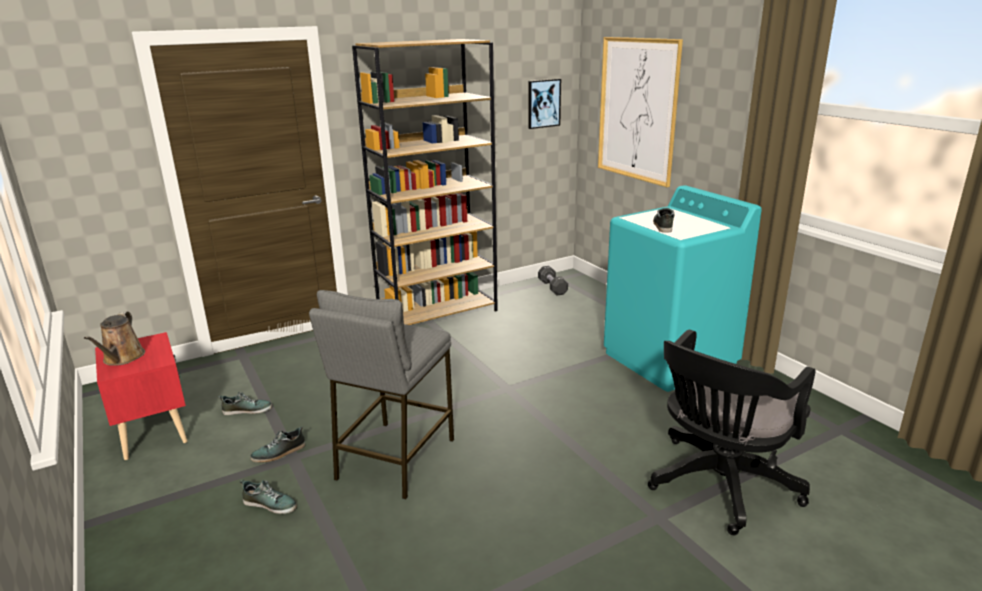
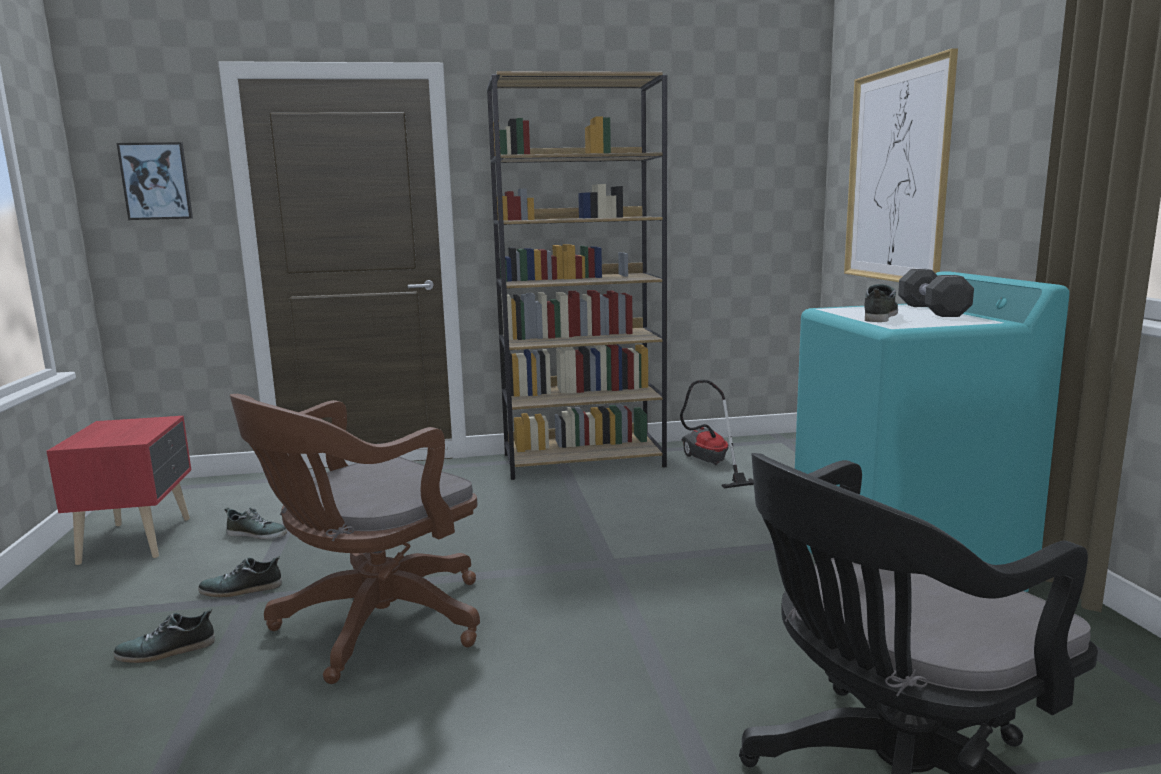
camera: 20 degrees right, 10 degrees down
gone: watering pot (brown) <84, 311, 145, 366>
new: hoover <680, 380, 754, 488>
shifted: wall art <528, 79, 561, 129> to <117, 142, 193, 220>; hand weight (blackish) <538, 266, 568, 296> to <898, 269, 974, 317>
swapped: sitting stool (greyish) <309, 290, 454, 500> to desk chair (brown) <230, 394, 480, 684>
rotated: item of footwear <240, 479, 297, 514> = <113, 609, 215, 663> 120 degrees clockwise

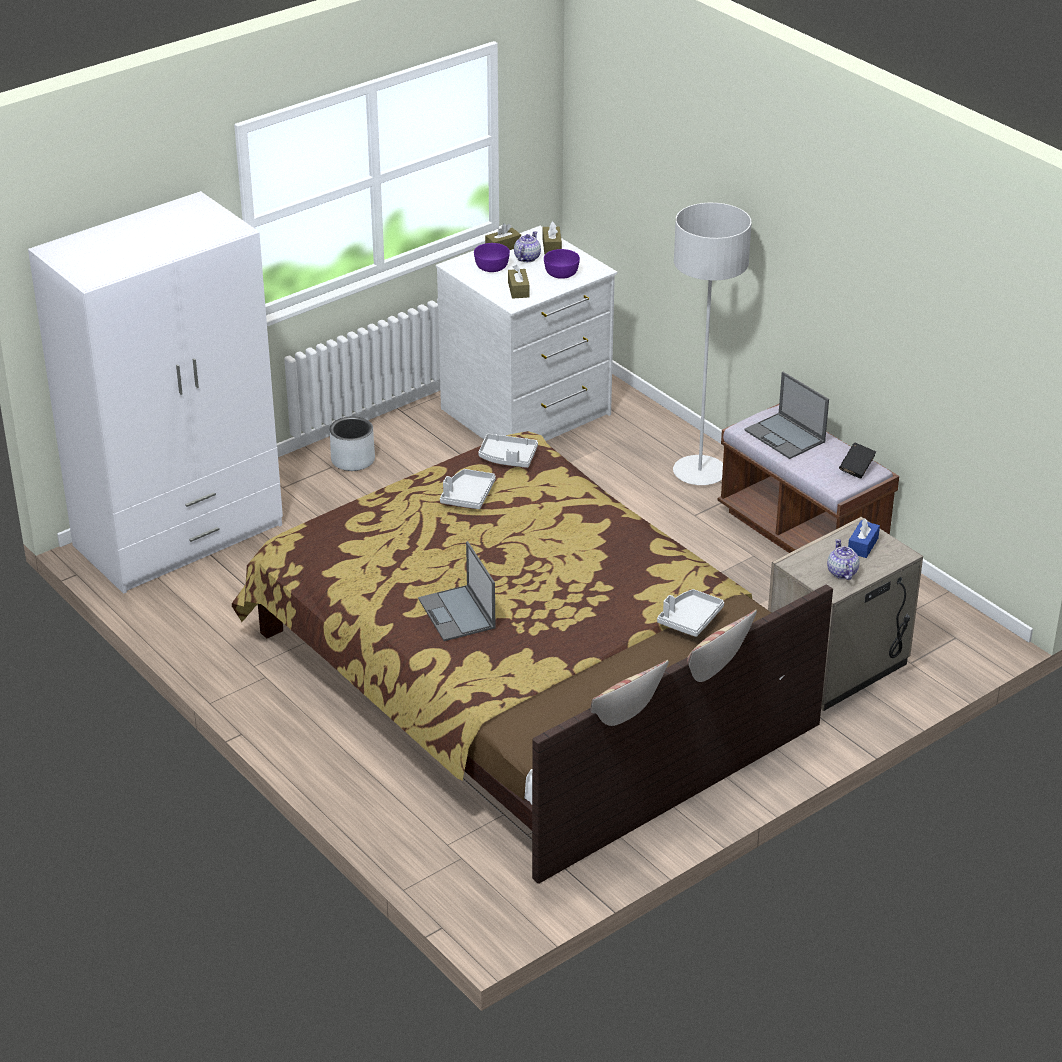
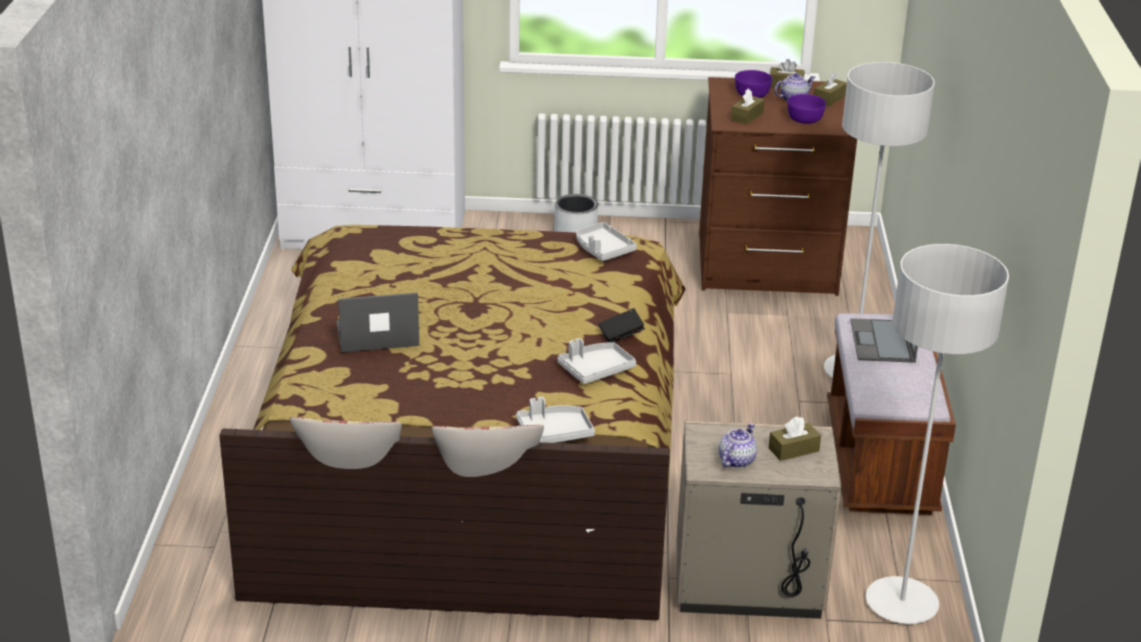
camera: 40 degrees right, 5 degrees down
new: standard lamp (greyish) <866, 244, 1009, 624>
shifted: tray (greyish) <440, 469, 496, 509> to <557, 338, 636, 384>; book (blackish) <839, 443, 876, 478> to <599, 308, 645, 342>
repainted: dresser (white) <436, 226, 617, 441> to dresser (brown) <699, 77, 857, 296>; tissue box (bluish) <848, 518, 880, 558> to tissue box (brown) <769, 416, 821, 461>
rotated: laptop <418, 541, 496, 641> = <336, 292, 419, 353> 60 degrees clockwise

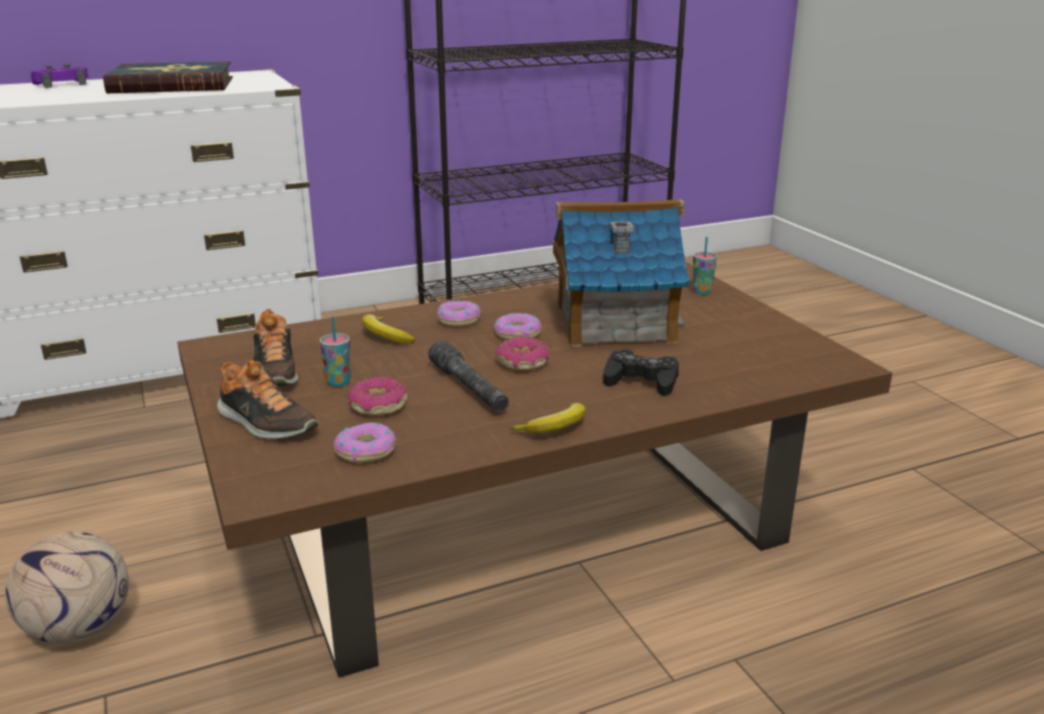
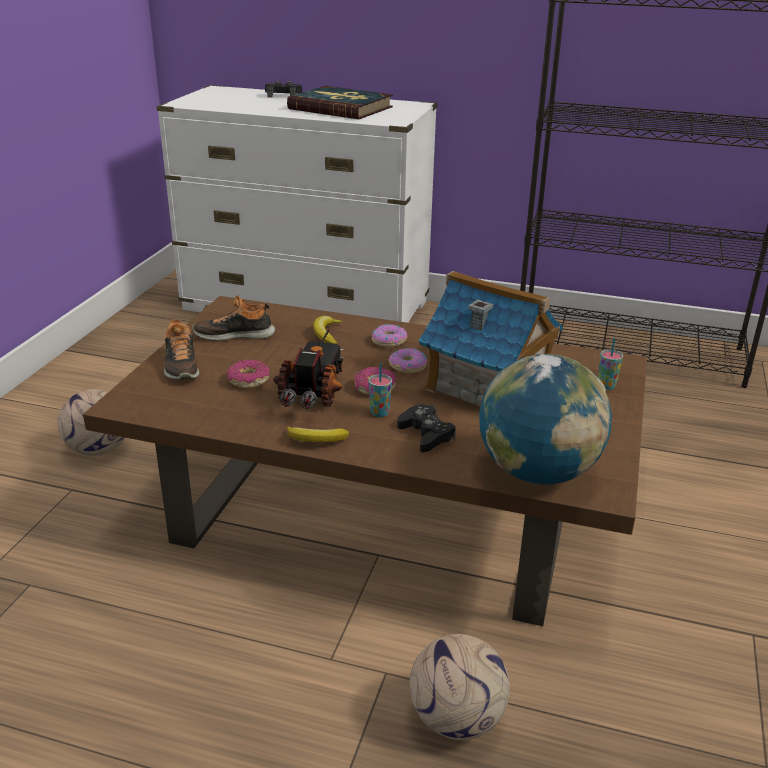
camera: 40 degrees right, 5 degrees up
gone: donut <334, 422, 396, 463>
new: ball for football <410, 634, 510, 740>; globe <479, 354, 612, 485>
shifted: cup <320, 316, 351, 387> to <368, 363, 392, 417>
swapped: torch (greyish) <429, 340, 509, 412> to model truck <273, 330, 344, 409>
repainted: gamepad (purplish) <31, 64, 89, 88> to gamepad (blackish) <265, 81, 302, 97>
rotated: item of footwear <253, 309, 298, 386> = <192, 295, 275, 341> 60 degrees clockwise

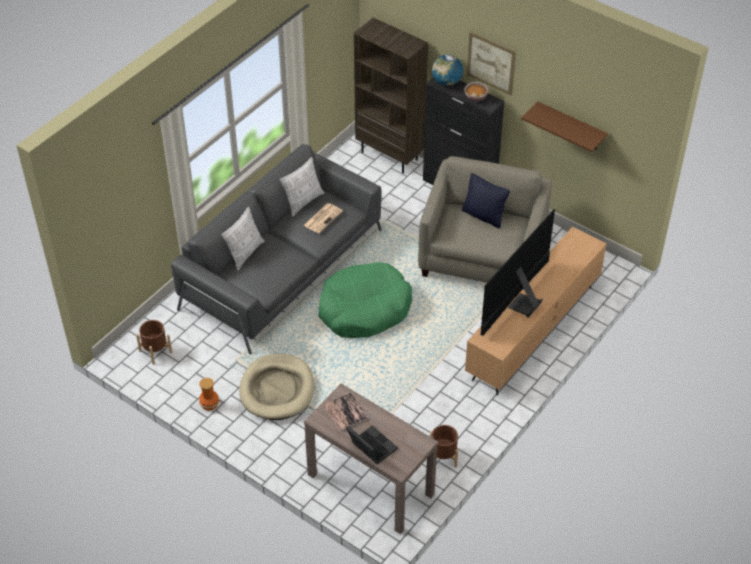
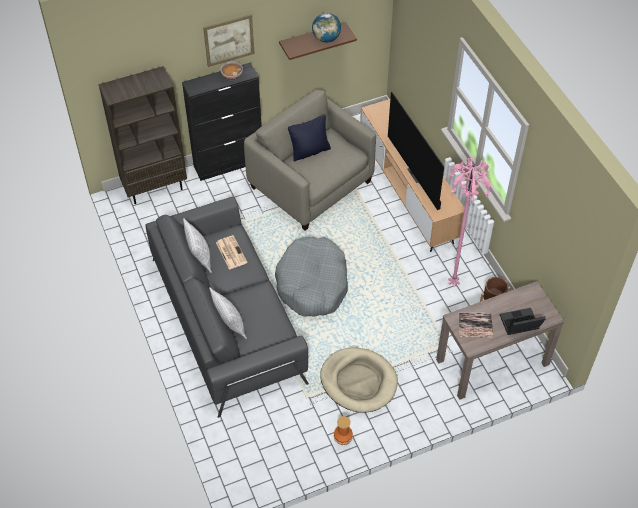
camera: 60 degrees left, 5 degrees up
gone: plant pot (brown) <136, 320, 172, 365>
new: standard lamp (pinkish) <448, 157, 491, 287>
shifted: globe <432, 54, 463, 86> to <312, 13, 341, 42>
repainted: dog bed (green) <319, 262, 412, 338> to dog bed (greyish) <275, 236, 348, 317>

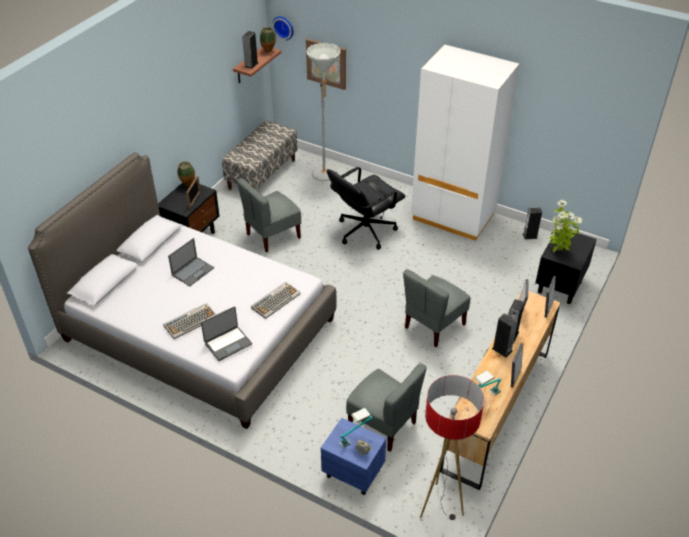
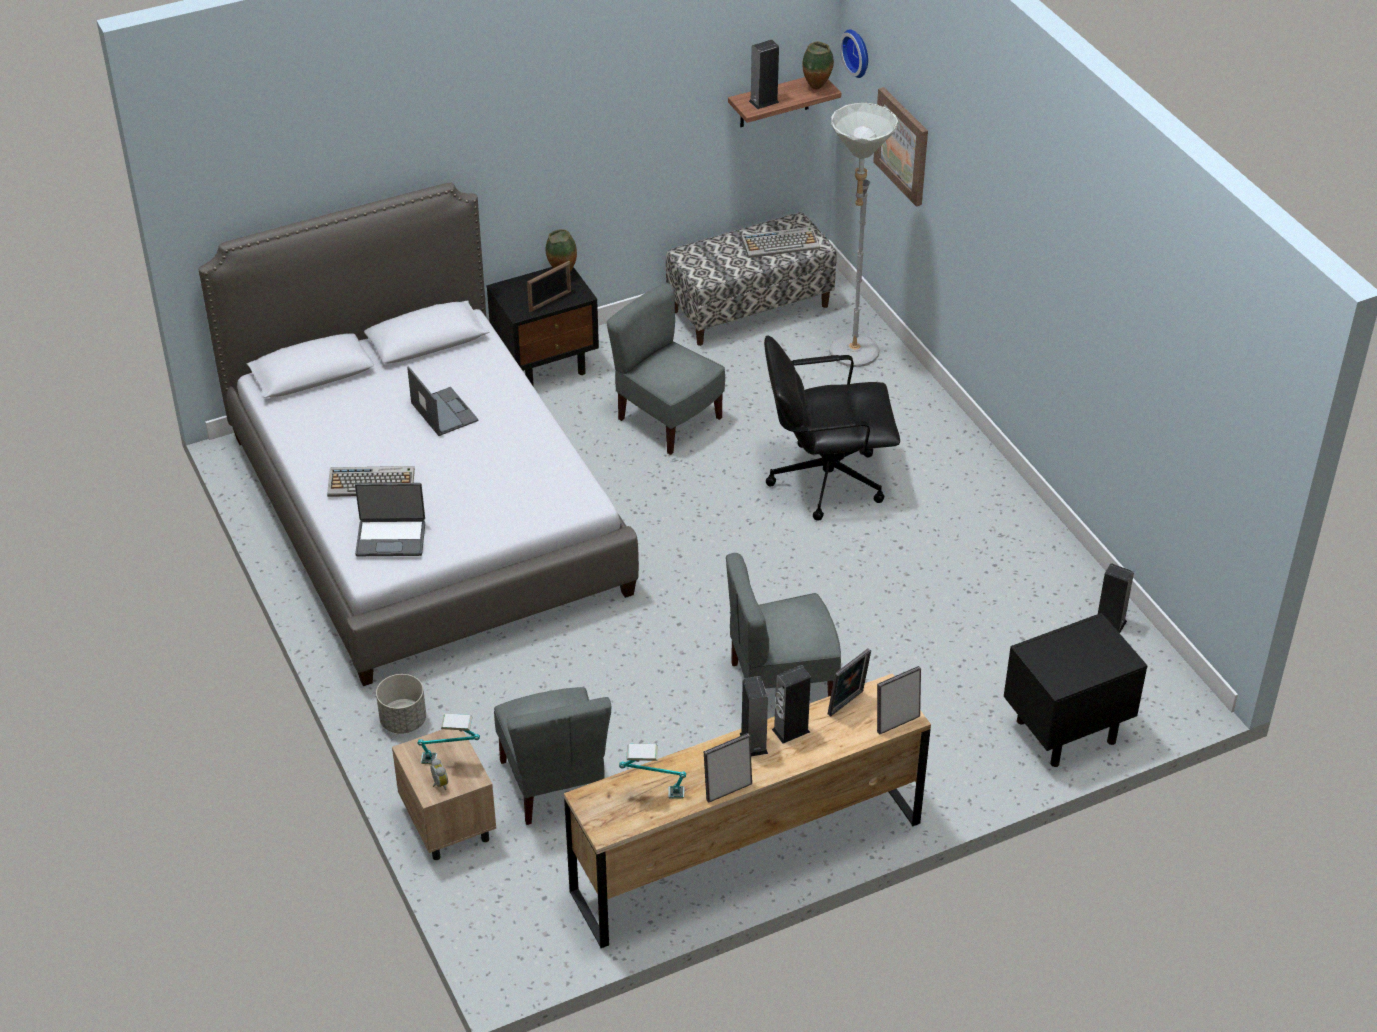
camera: 35 degrees right, 0 degrees up
gone: clothes cupboard (white) <411, 45, 519, 241>; standard lamp <420, 375, 484, 520>; plant in a pot <549, 200, 582, 252>
new: plant pot (greyish) <376, 674, 426, 734>
shifted: keyboard <251, 282, 301, 319> to <741, 226, 820, 258>
repainted: night table (bluish) <321, 418, 387, 495> to night table (beige) <392, 729, 496, 860>
rotated: laptop <168, 238, 214, 286> = <407, 366, 479, 436> 105 degrees counterclockwise; upright chair (greyish) <237, 178, 301, 253> = <607, 283, 725, 455> 45 degrees clockwise

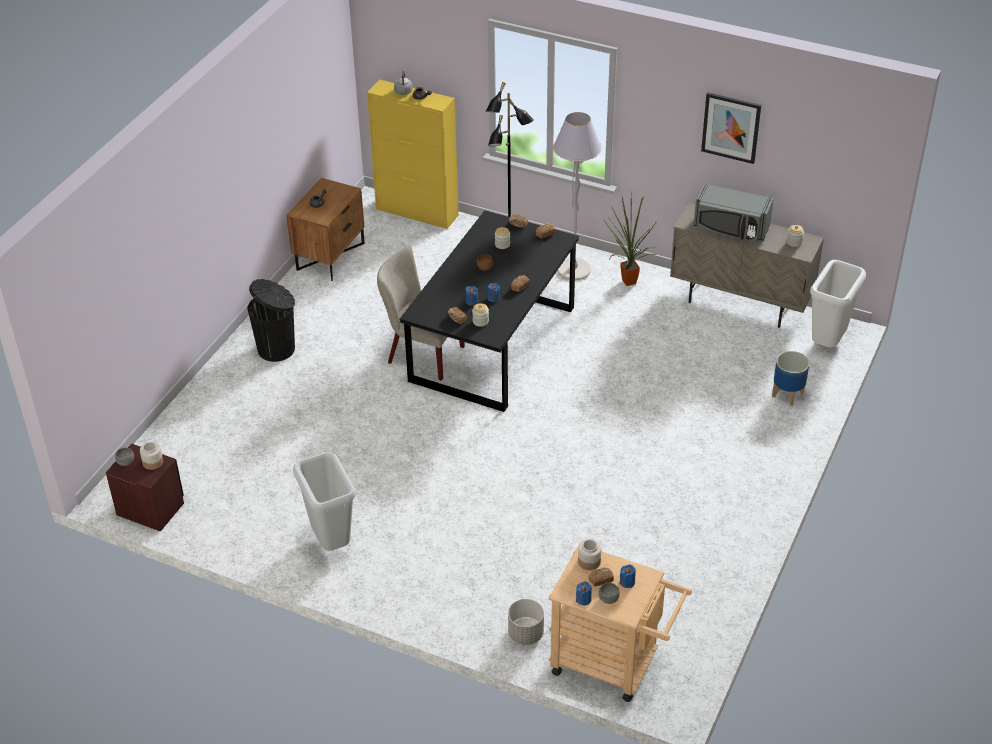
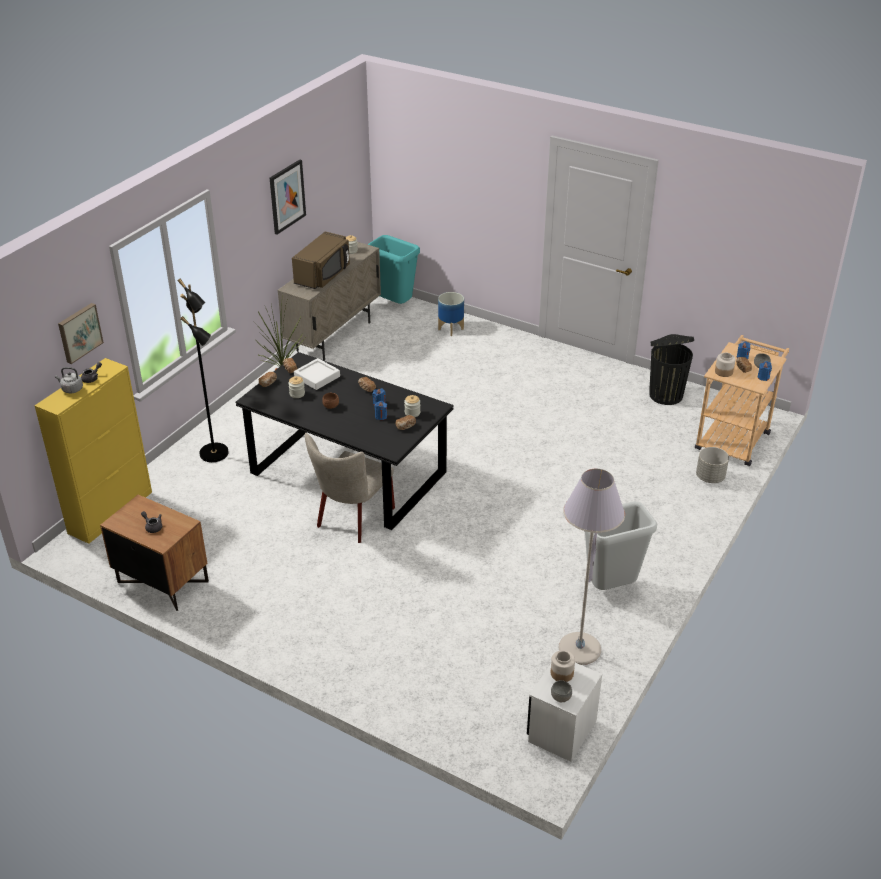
camera: 85 degrees left, 5 degrees down
new: wall art <58, 303, 104, 364>; tray (white) <294, 358, 340, 390>
shifted: rubbish bin (blackish) <248, 279, 295, 362> to <649, 334, 694, 405>; standard lamp (greyish) <553, 112, 602, 280> to <559, 469, 625, 665>
repainted: night table (brown) <106, 444, 184, 532> to night table (white) <527, 663, 602, 762>; microwave oven (greyish) <694, 184, 774, 242> to microwave oven (brown) <292, 232, 350, 289>; rubbish bin (white) <810, 260, 866, 348> to rubbish bin (blue-green) <368, 235, 420, 304>

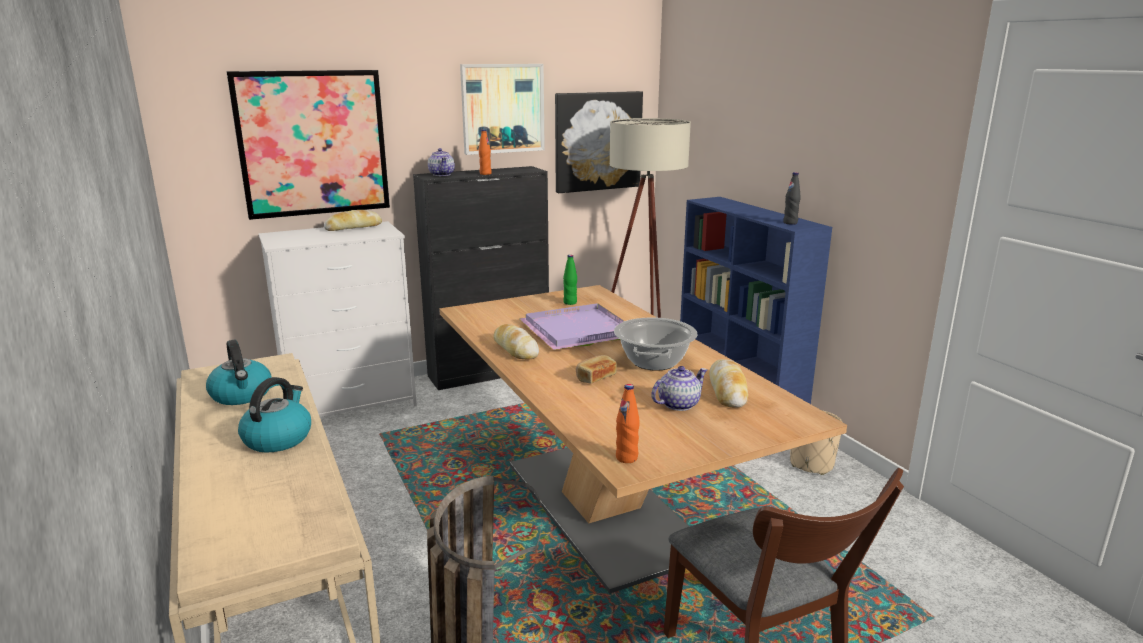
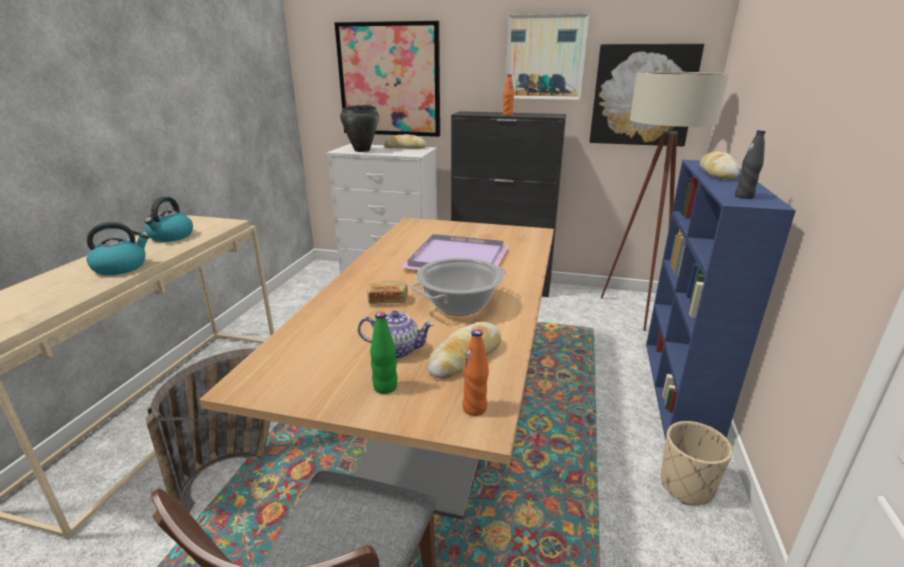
camera: 40 degrees right, 5 degrees up
gone: tea pot <428, 148, 455, 176>
new: stockpot (blackish) <340, 105, 379, 152>
shifted: bread <493, 324, 539, 360> to <700, 151, 739, 179>; drink bottle (green) <563, 255, 577, 305> to <370, 312, 397, 394>; drink bottle (orange) <616, 384, 640, 463> to <462, 329, 489, 416>

